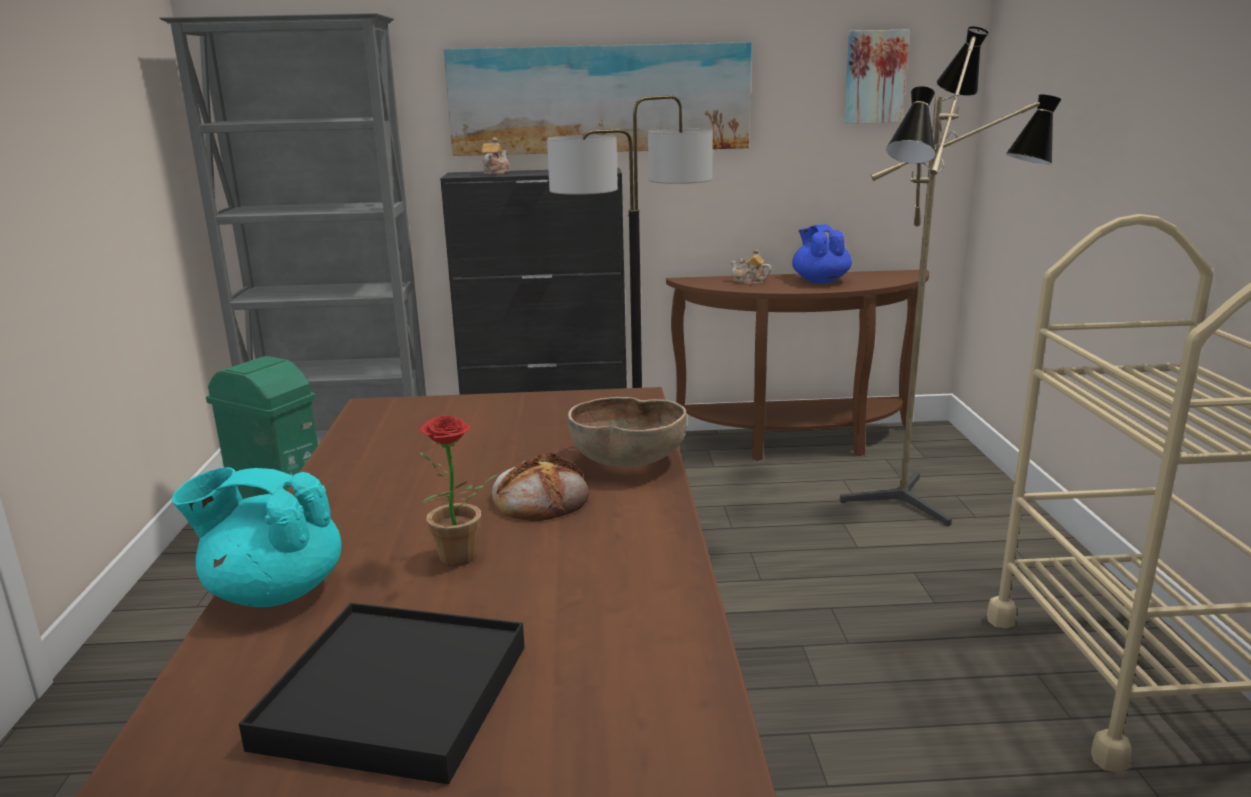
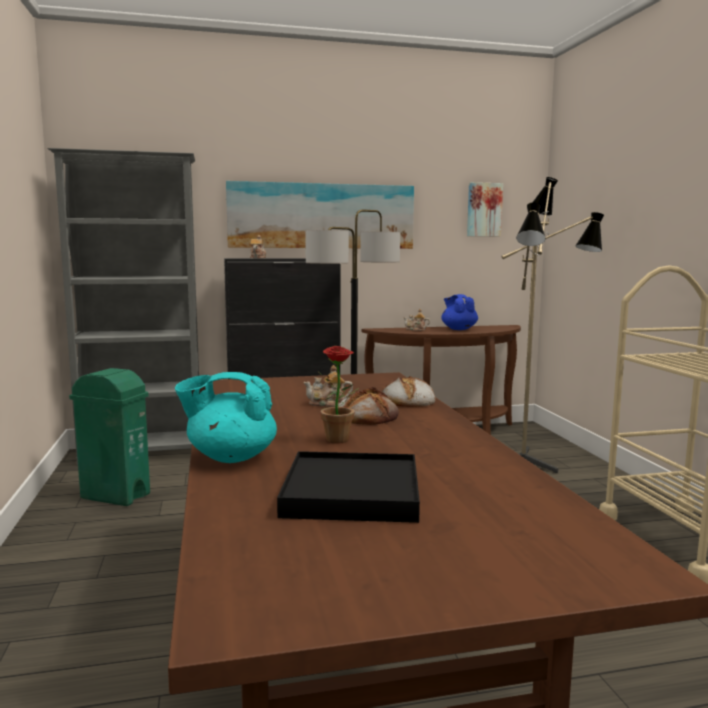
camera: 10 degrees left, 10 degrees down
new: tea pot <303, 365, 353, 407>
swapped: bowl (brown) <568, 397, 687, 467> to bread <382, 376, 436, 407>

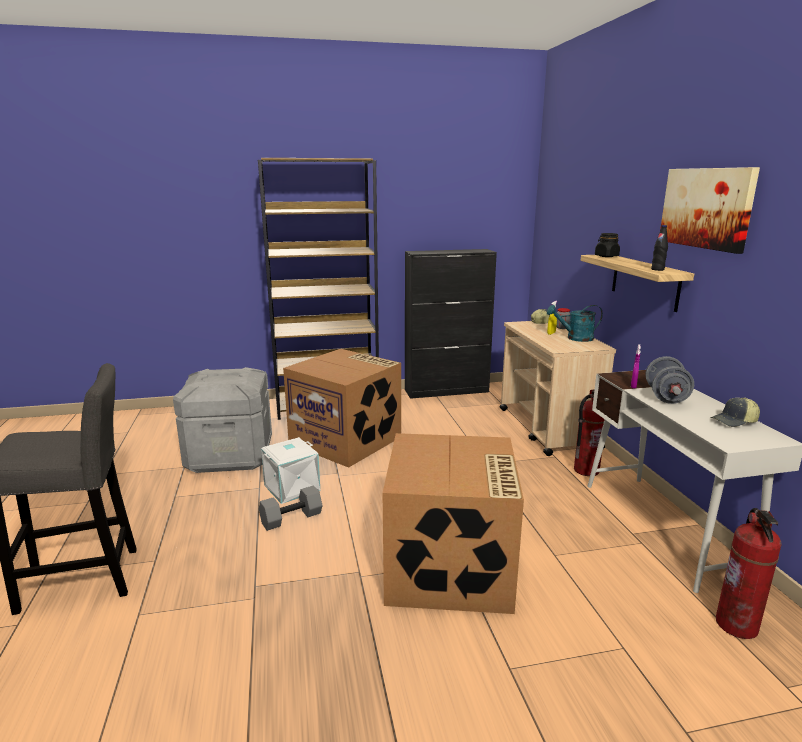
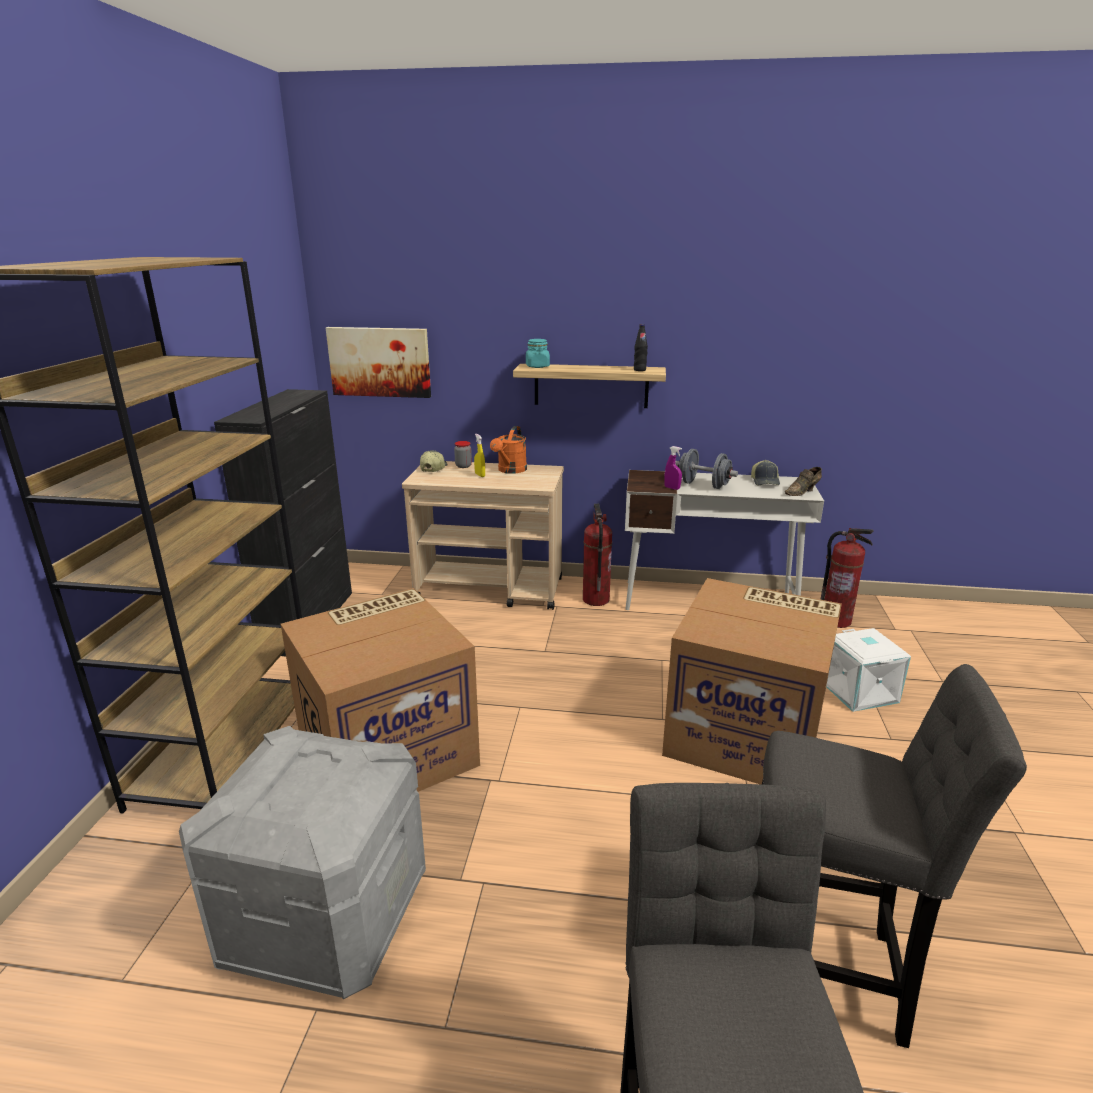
camera: 70 degrees left, 5 degrees up
gone: hand weight (greyish) <259, 486, 323, 531>
new: sitting stool (greyish) <762, 664, 1027, 1048>; item of footwear (brown) <785, 467, 822, 496>
shifted: storage bin (white) <261, 437, 320, 504> to <826, 628, 911, 712>; wall art <660, 167, 760, 254> to <326, 327, 431, 398>
repainted: watering pot (blue-green) <547, 305, 603, 342> to watering pot (orange) <490, 426, 527, 474>; storage jar (blackish) <595, 233, 620, 257> to storage jar (blue-green) <526, 339, 550, 368>

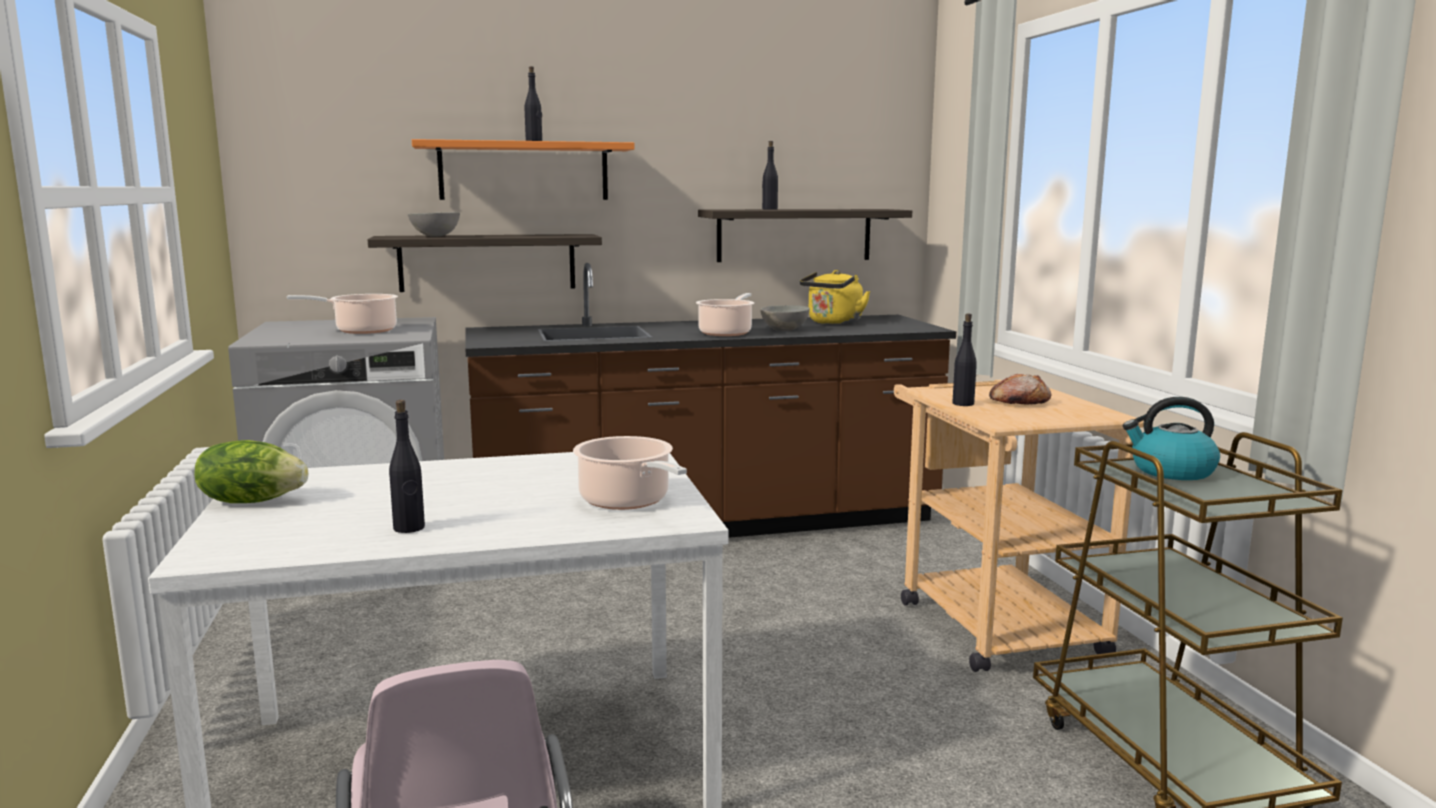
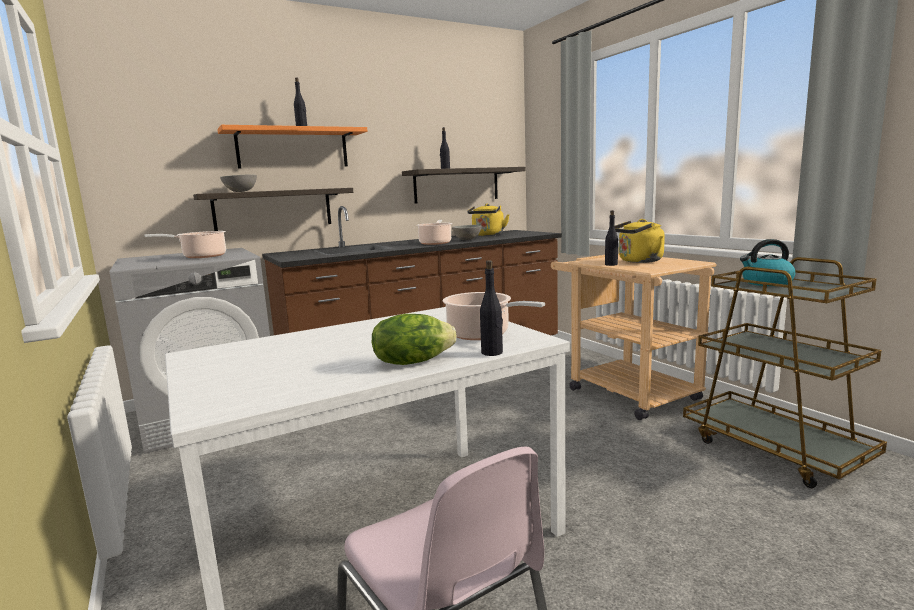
camera: 15 degrees left, 0 degrees up
shifted: lettuce <194, 440, 308, 503> to <372, 314, 456, 365>; drink bottle (blackish) <389, 400, 425, 533> to <480, 260, 503, 356>
swapped: bread <989, 374, 1051, 405> to kettle (yellow-coloured) <615, 219, 665, 263>

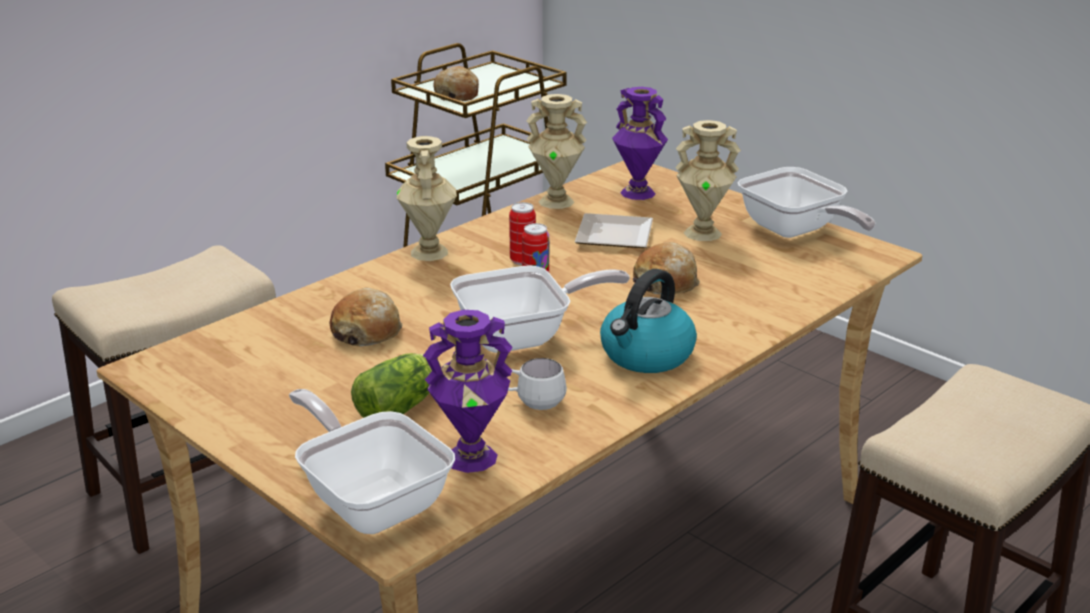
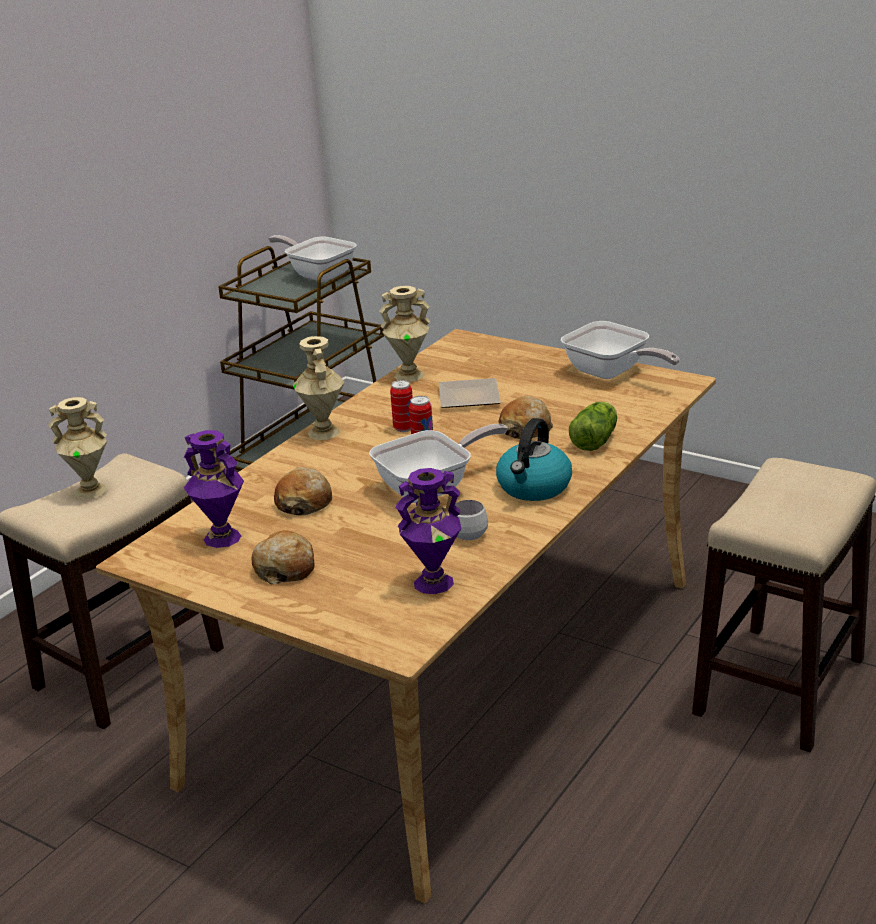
camera: 10 degrees left, 0 degrees up
shifted: skillet <289, 389, 455, 534> to <268, 235, 357, 282>; lettuce <351, 353, 441, 418> to <569, 402, 617, 451>; bread <434, 66, 479, 101> to <252, 530, 315, 584>; flower vase (purplish) <612, 87, 668, 200> to <184, 430, 244, 548>; flower vase (beige) <675, 120, 741, 241> to <48, 397, 108, 500>

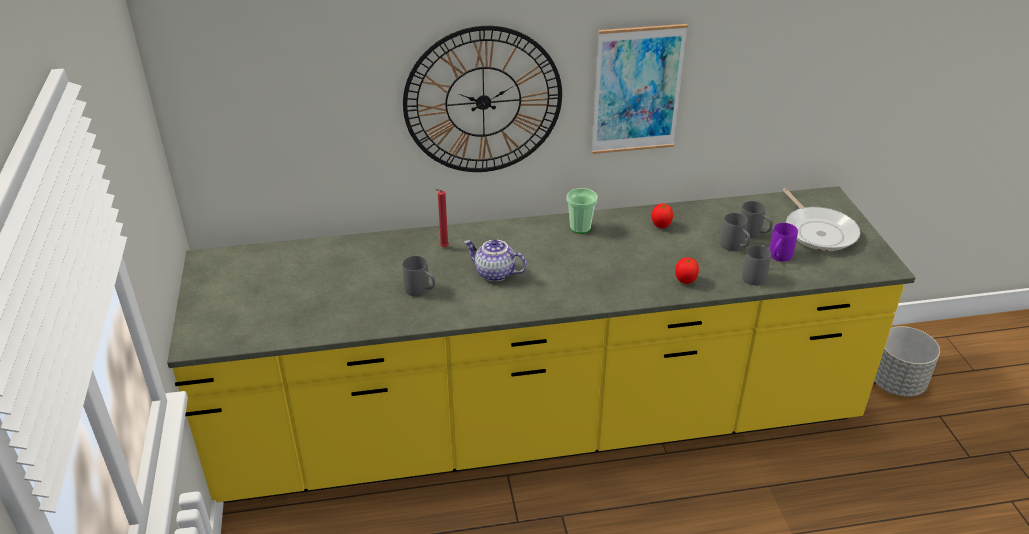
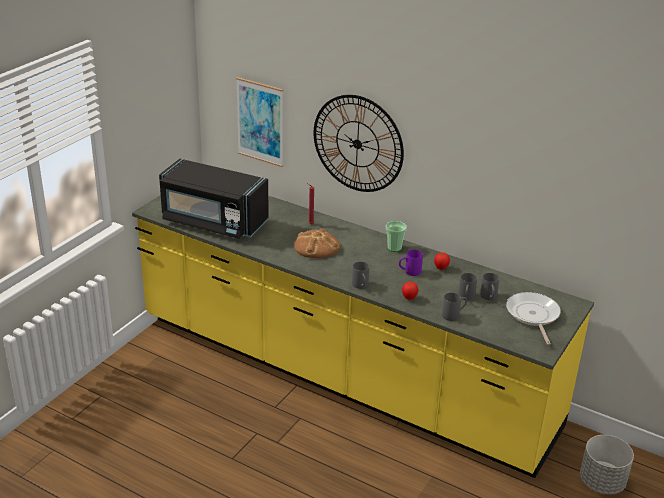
camera: 40 degrees right, 5 degrees down
new: microwave oven (blackish) <159, 159, 269, 239>
shifted: coffee mug (greyish) <402, 256, 435, 297> to <352, 262, 369, 289>; wall art <592, 24, 688, 154> to <236, 77, 283, 167>; coffee mug (purplish) <769, 223, 798, 262> to <399, 250, 423, 276>
swapped: tea pot <464, 239, 527, 282> to bread <294, 228, 340, 258>
rotated: skillet <783, 188, 860, 251> = <506, 292, 561, 345> 150 degrees clockwise

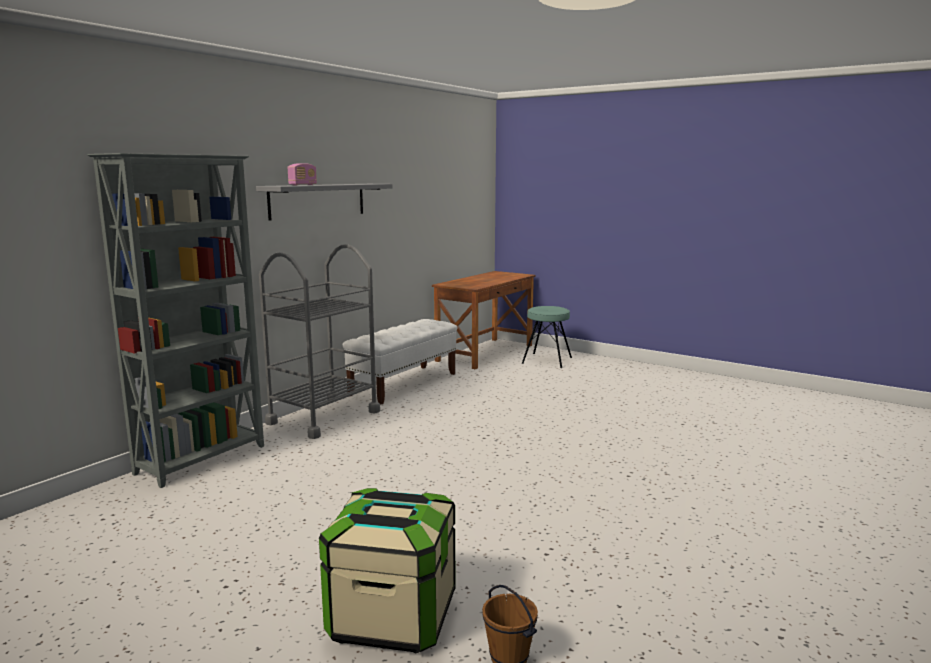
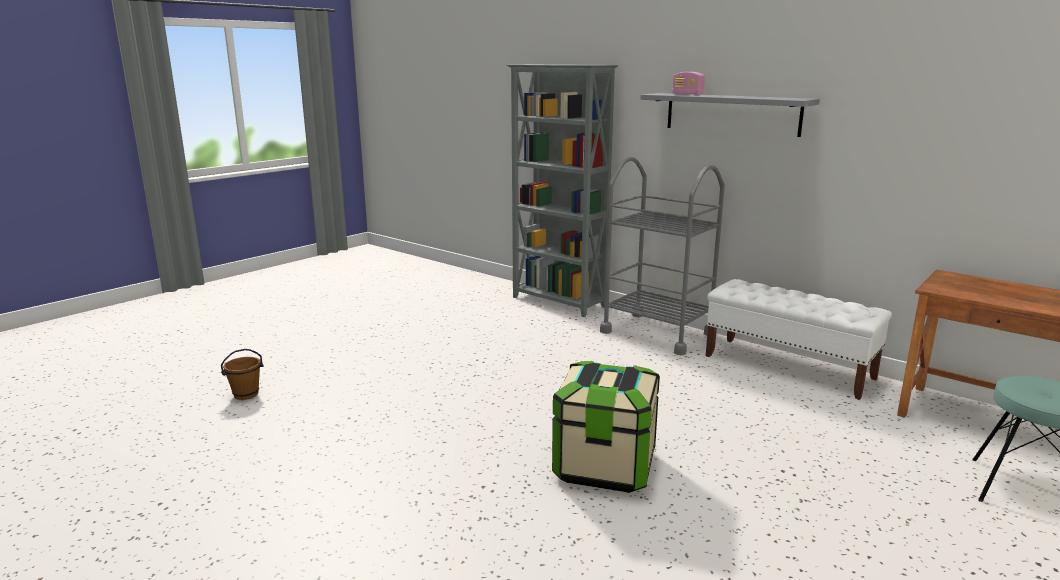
camera: 95 degrees right, 5 degrees up
shifted: storage bin <319, 488, 455, 654> to <552, 361, 660, 493>

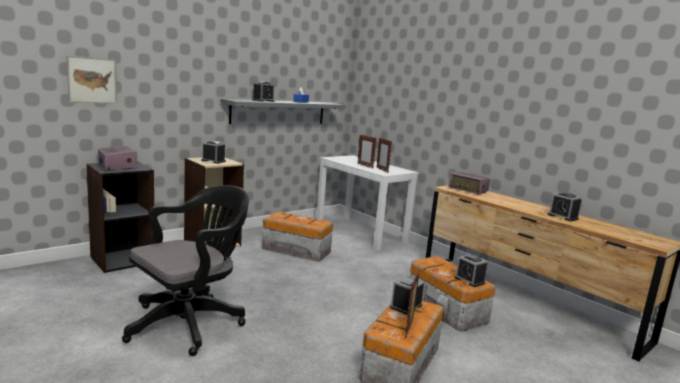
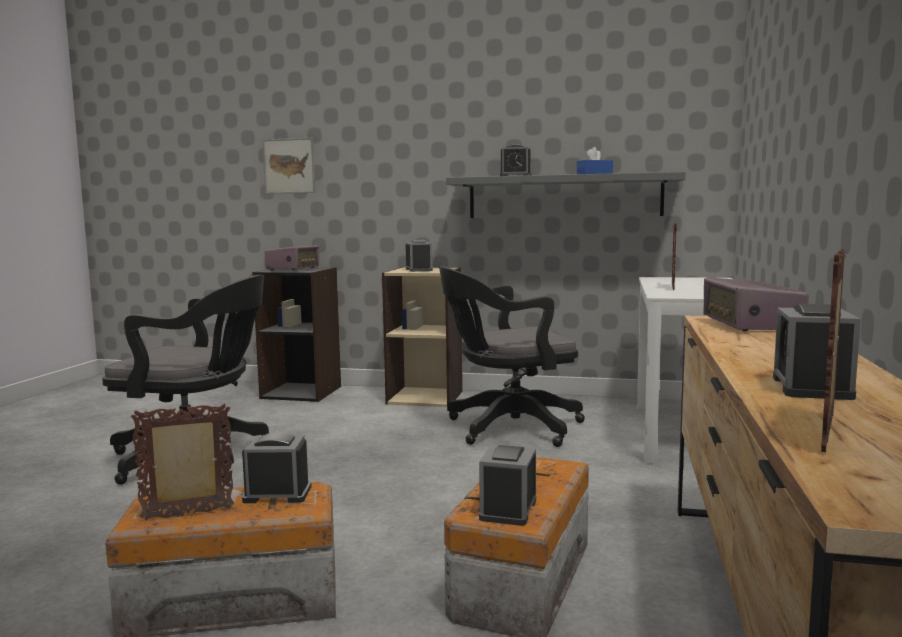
camera: 55 degrees right, 5 degrees down
shifted: photo frame <376, 138, 392, 173> to <821, 248, 847, 452>
swapped: storage bin <262, 212, 333, 262> to desk chair (blackish) <439, 266, 585, 447>

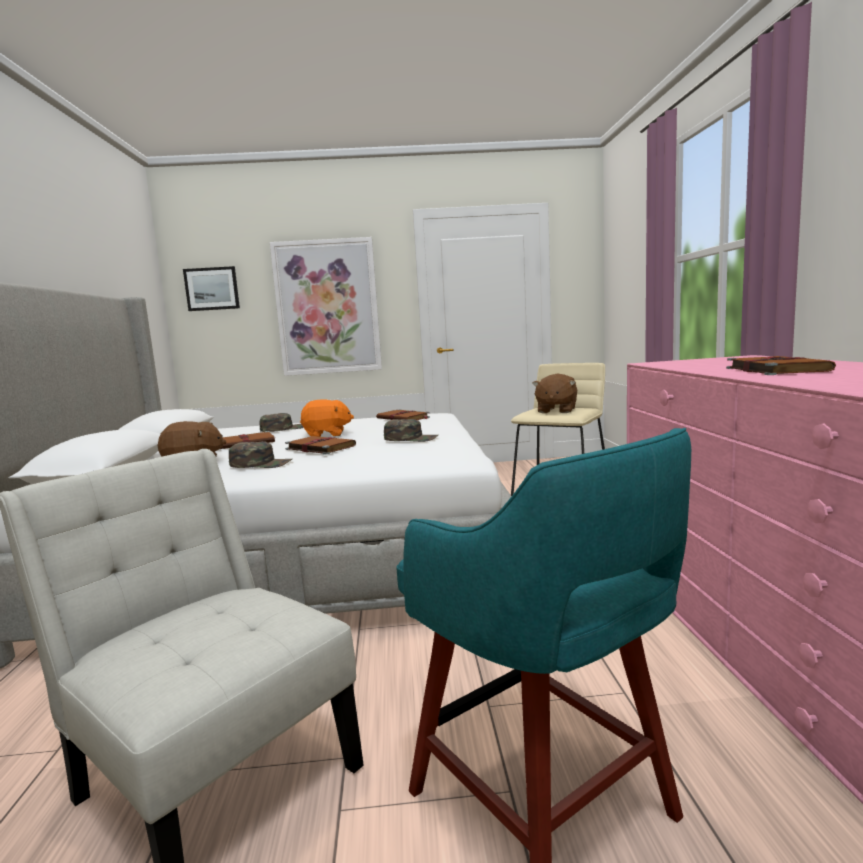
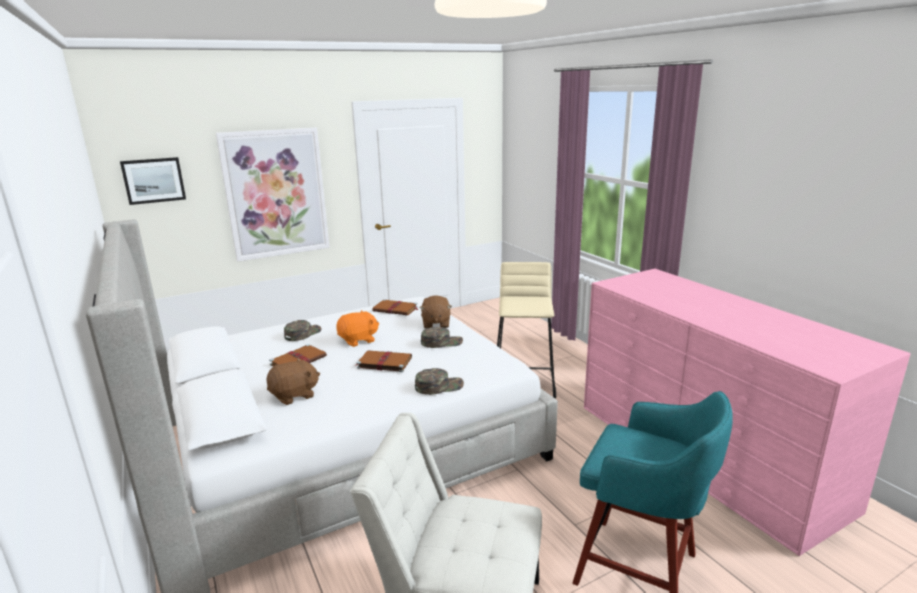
camera: 25 degrees left, 10 degrees up
gone: book (brown) <726, 356, 836, 375>
shifted: peaked cap (green) <229, 441, 292, 468> to <415, 368, 464, 395>; cuddly toy (brown) <532, 374, 577, 413> to <419, 295, 452, 329>

